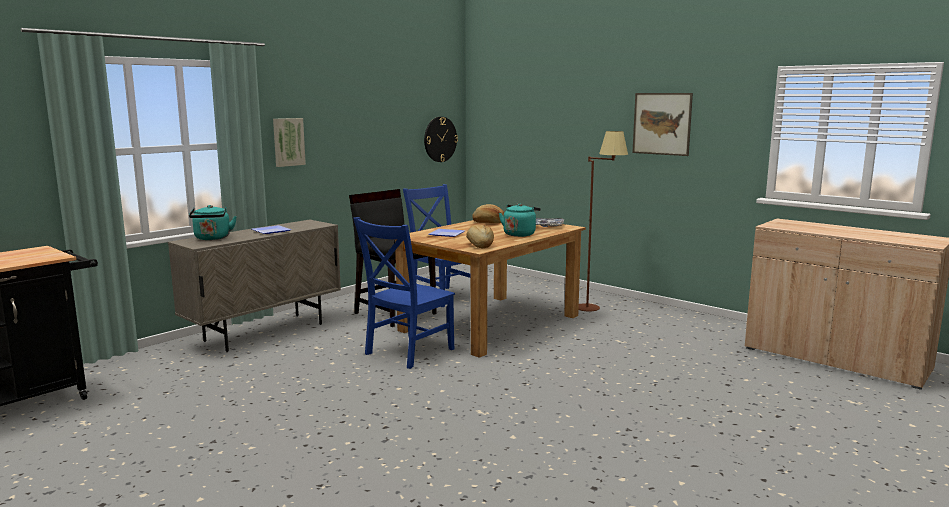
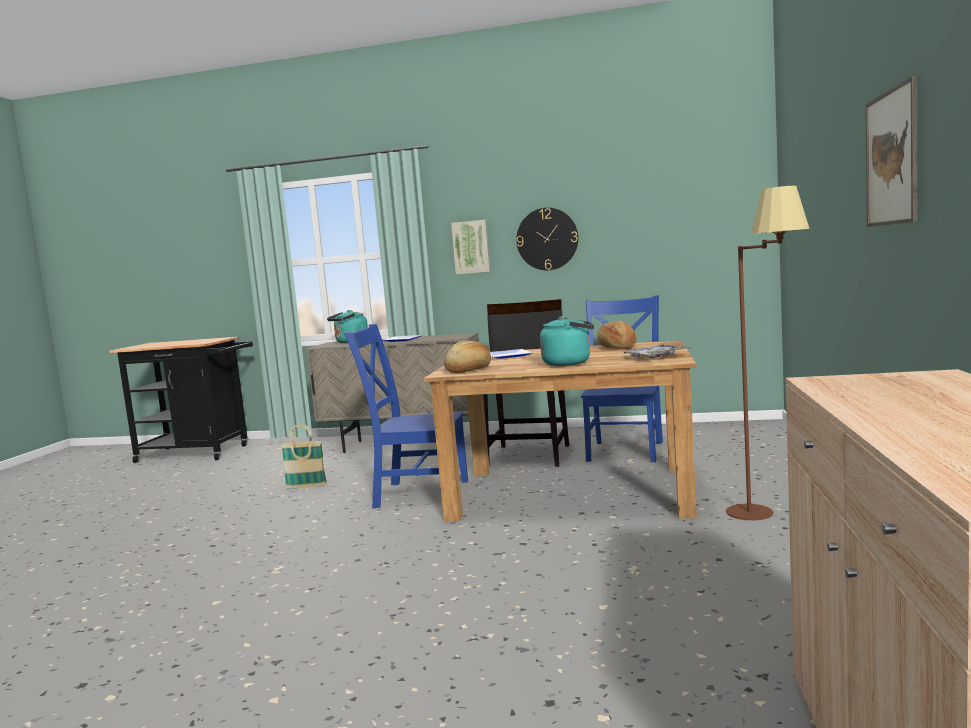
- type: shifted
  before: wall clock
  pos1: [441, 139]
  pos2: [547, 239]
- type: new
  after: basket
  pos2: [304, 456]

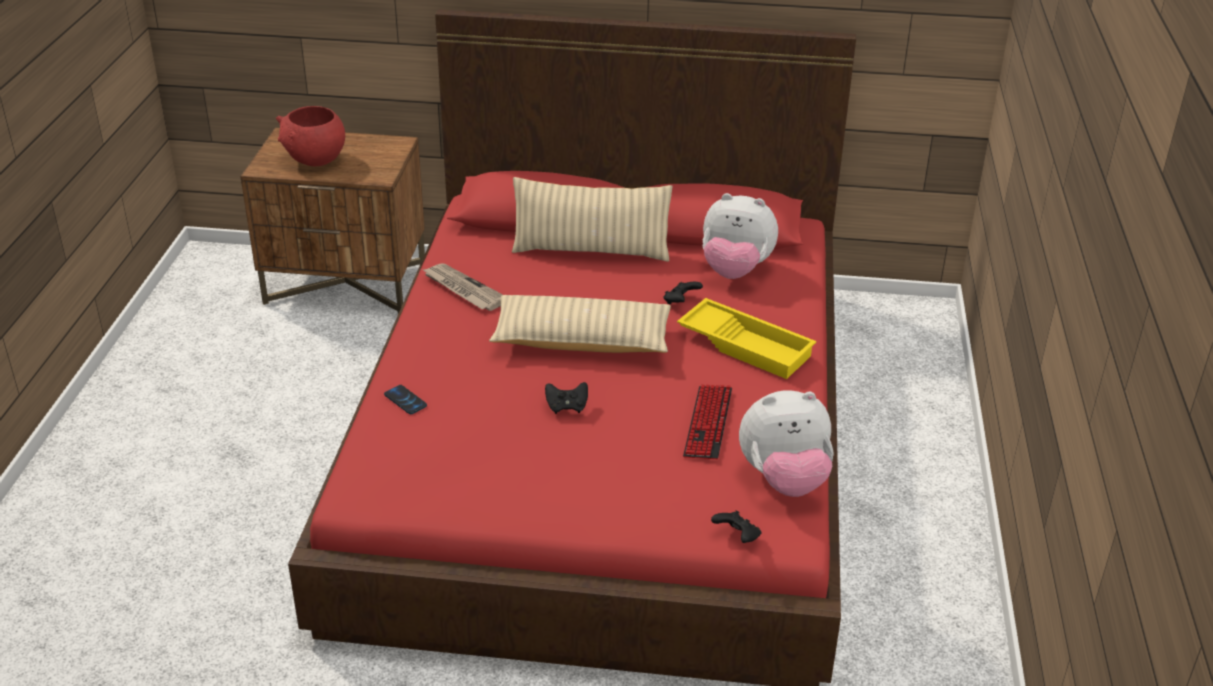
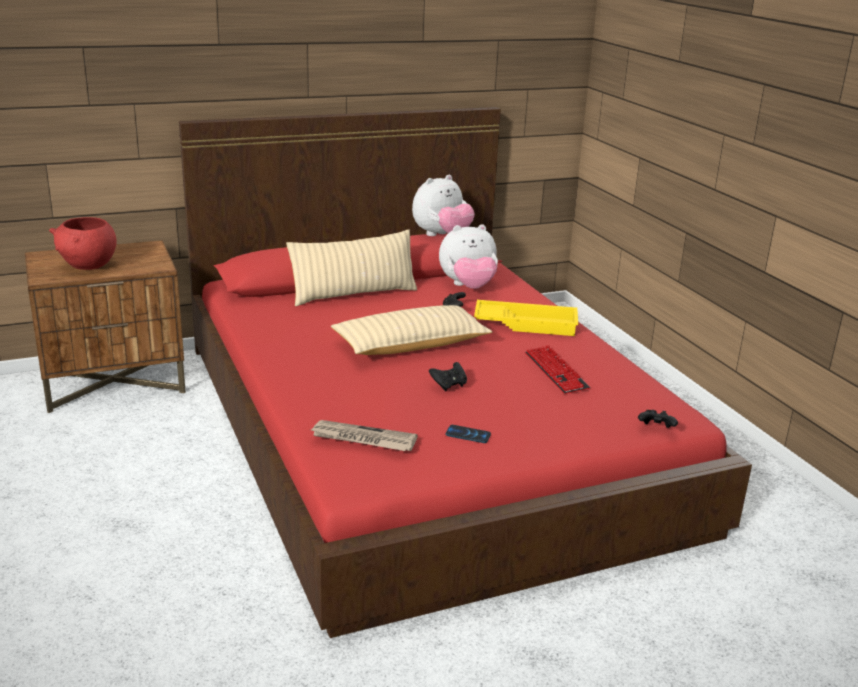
- type: shifted
  before: phone
  pos1: [405, 399]
  pos2: [468, 434]
- type: shifted
  before: newspaper
  pos1: [463, 287]
  pos2: [364, 435]
- type: shifted
  before: plush toy
  pos1: [786, 443]
  pos2: [443, 205]

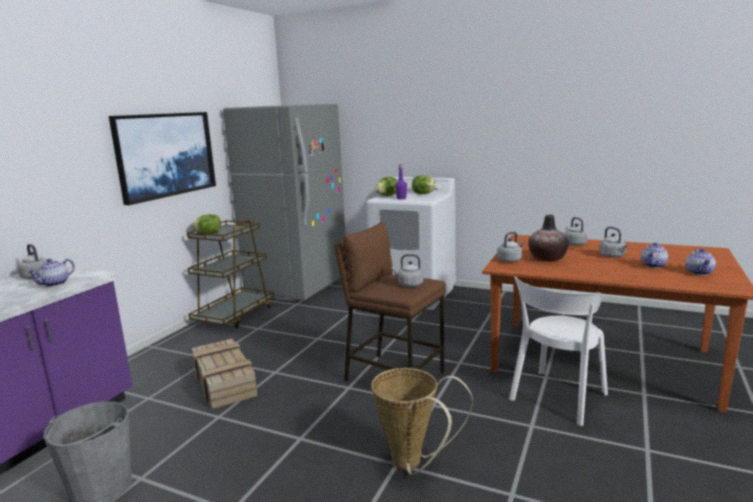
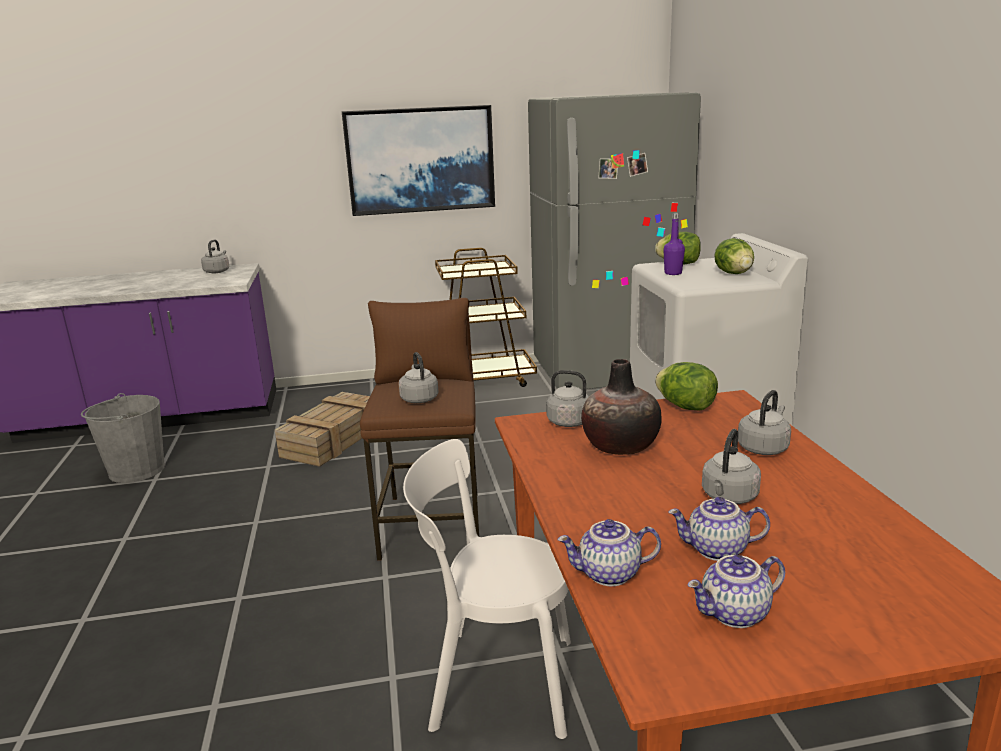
- type: shifted
  before: teapot
  pos1: [51, 273]
  pos2: [609, 552]
- type: shifted
  before: lettuce
  pos1: [207, 224]
  pos2: [686, 386]
- type: gone
  before: basket
  pos1: [422, 421]

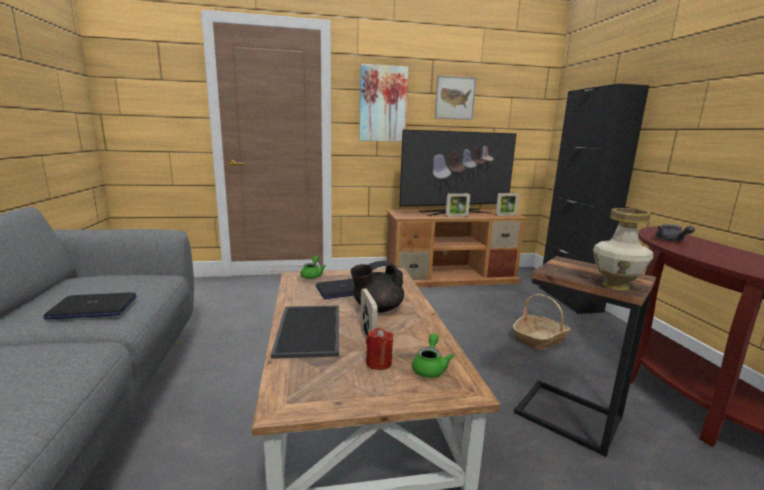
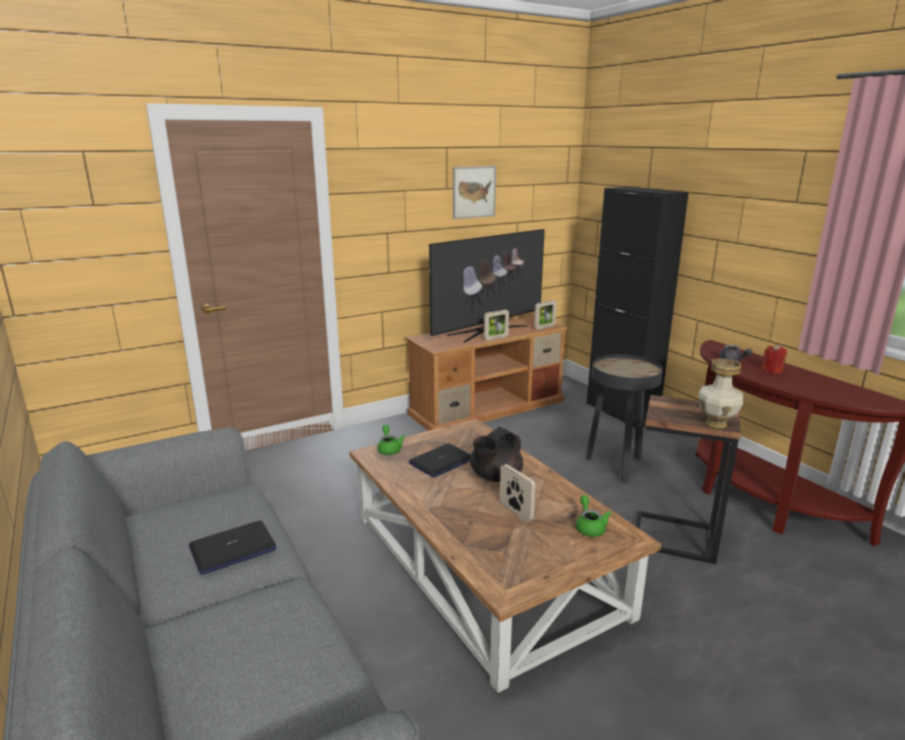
- type: gone
  before: tray
  pos1: [305, 332]
- type: gone
  before: picture
  pos1: [383, 103]
- type: shifted
  before: red candle
  pos1: [379, 349]
  pos2: [774, 359]
- type: swapped
  before: basket
  after: black side table
  pos1: [542, 322]
  pos2: [624, 418]

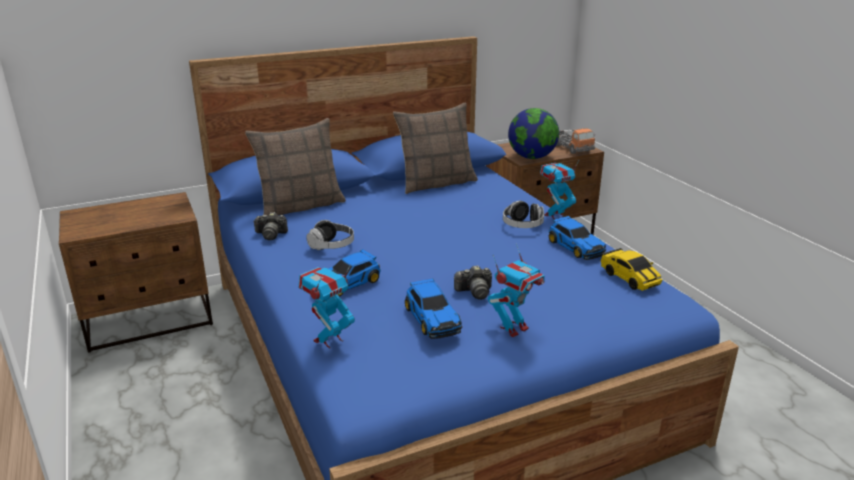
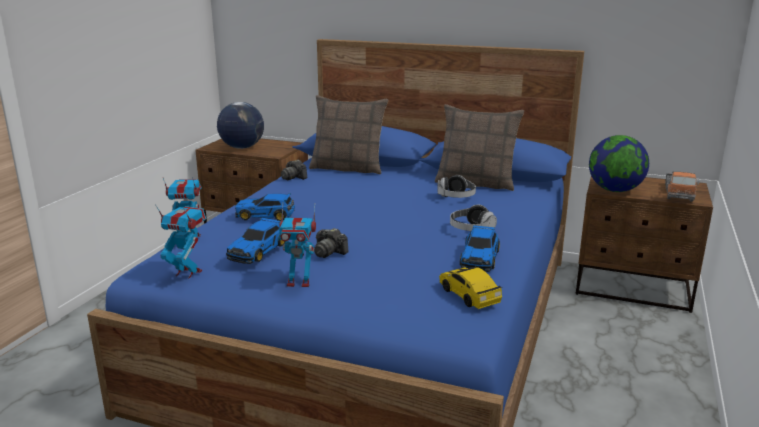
- type: shifted
  before: headphones
  pos1: [330, 235]
  pos2: [457, 186]
- type: shifted
  before: toy robot
  pos1: [559, 190]
  pos2: [180, 241]
- type: rotated
  before: toy car
  pos1: [631, 269]
  pos2: [470, 288]
  turn: 135
- type: new
  after: globe
  pos2: [240, 125]

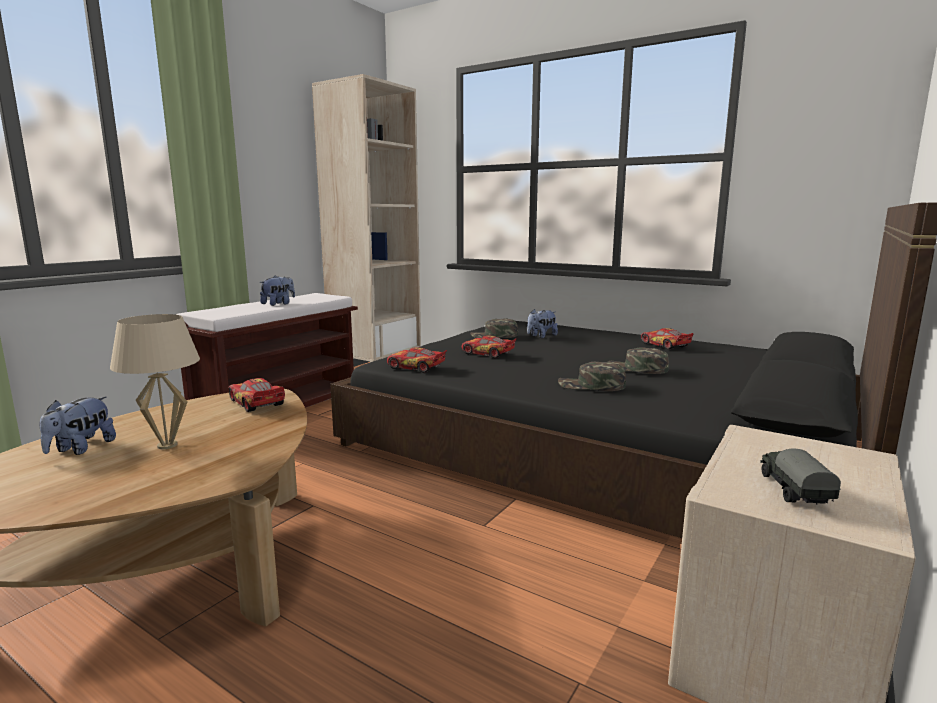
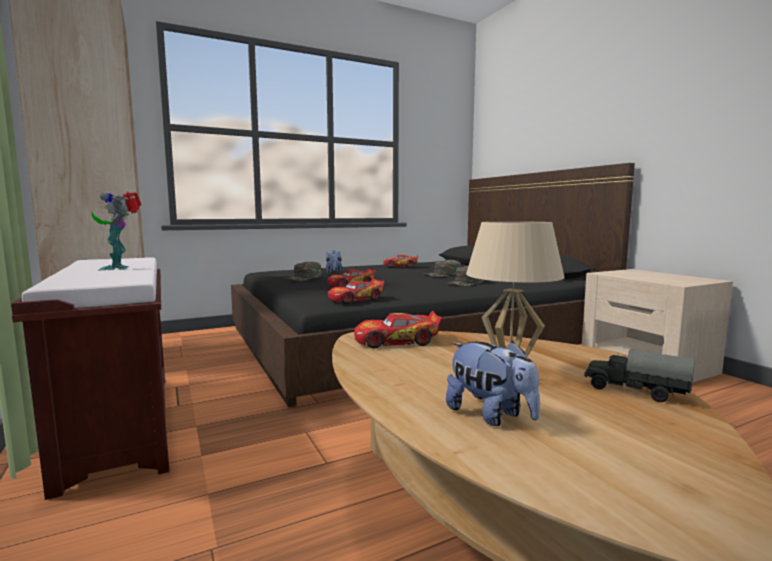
- type: swapped
  before: plush toy
  after: toy robot
  pos1: [277, 291]
  pos2: [116, 231]
- type: shifted
  before: toy truck
  pos1: [800, 477]
  pos2: [639, 375]

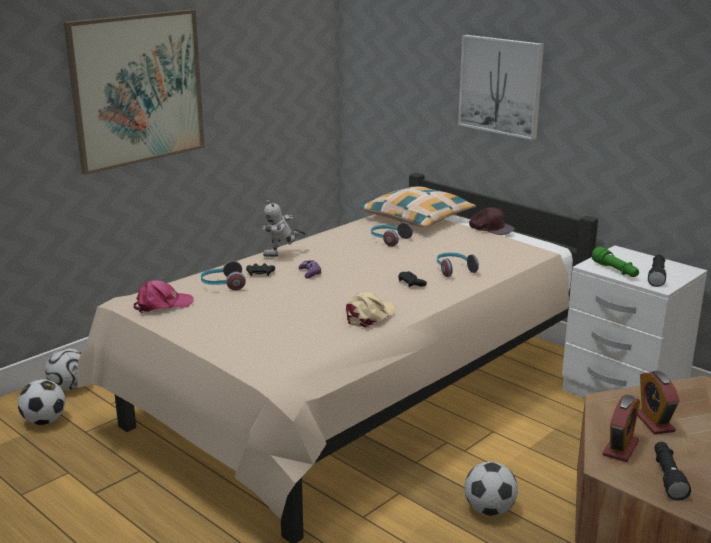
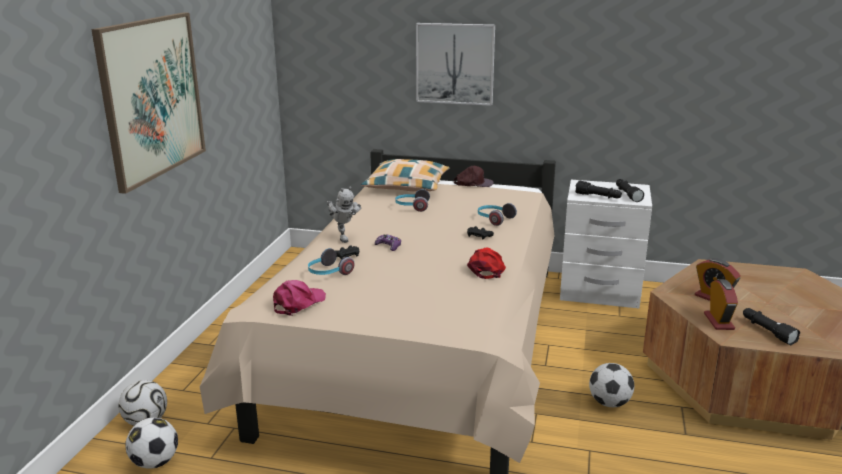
- type: rotated
  before: toy robot
  pos1: [283, 228]
  pos2: [344, 214]
  turn: -60
- type: repainted
  before: beige cap
  after: red cap
  pos1: [371, 309]
  pos2: [486, 263]
- type: repainted
  before: green flashlight
  after: black flashlight
  pos1: [615, 261]
  pos2: [598, 189]

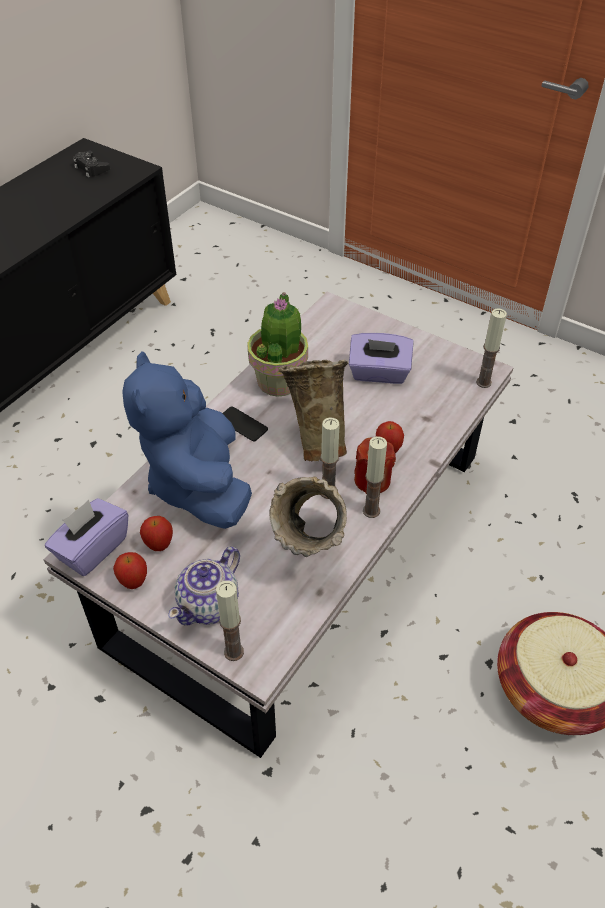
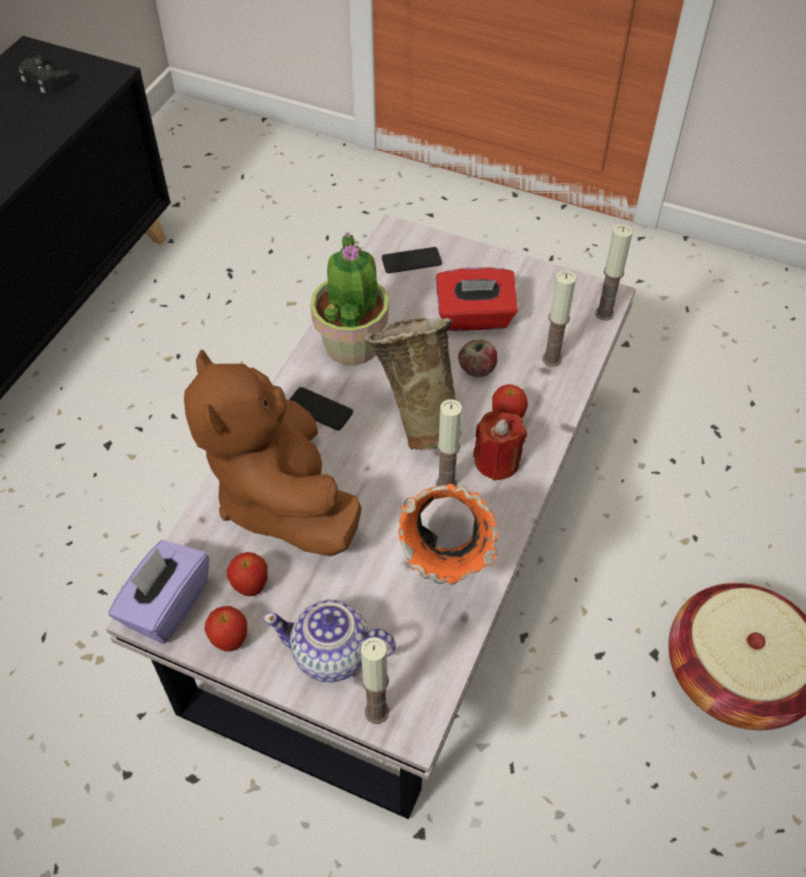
- type: repainted
  before: blue plush toy
  after: brown plush toy
  pos1: [187, 440]
  pos2: [273, 453]
- type: rotated
  before: teapot
  pos1: [204, 586]
  pos2: [329, 640]
  turn: 75
- type: repainted
  before: beige vase
  after: orange vase
  pos1: [308, 516]
  pos2: [448, 534]
- type: repainted
  before: purple tissue box
  after: red tissue box
  pos1: [381, 358]
  pos2: [476, 299]
- type: shifted
  before: candle
  pos1: [375, 477]
  pos2: [559, 319]
- type: new
  after: phone
  pos2: [412, 260]
- type: new
  after: apple
  pos2: [478, 358]

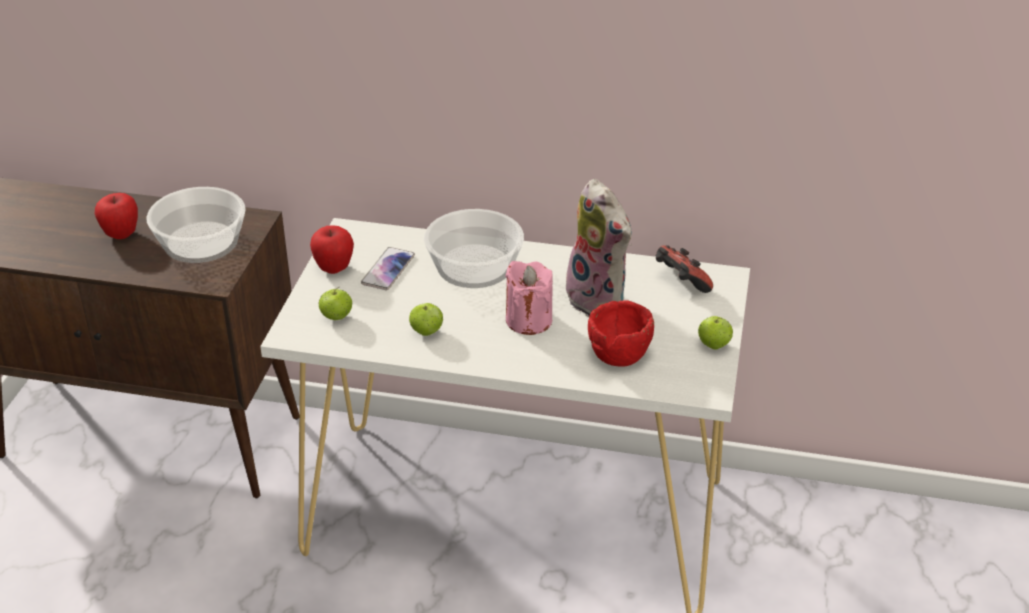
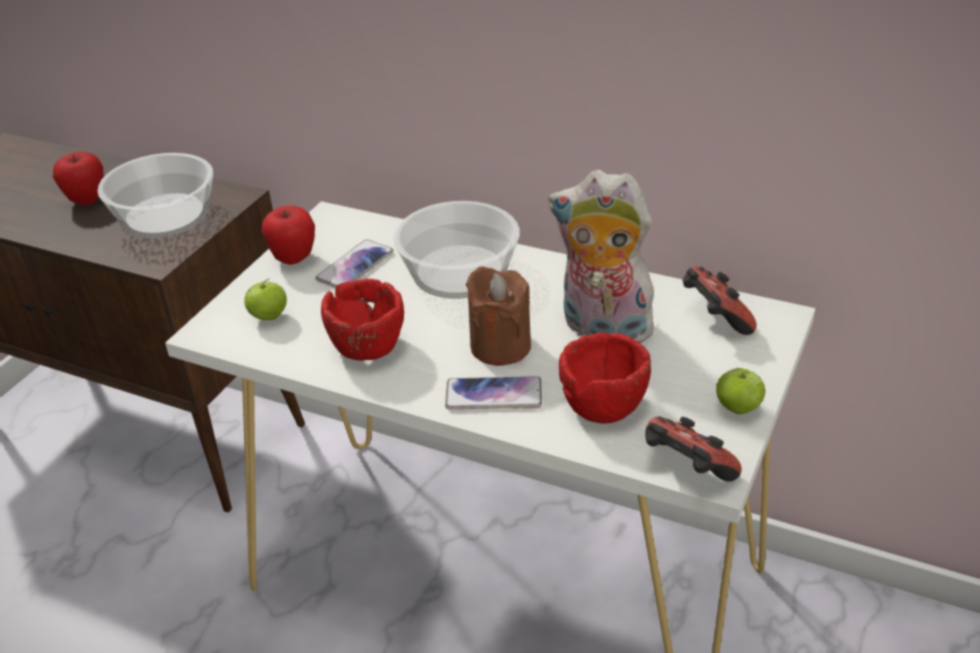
- type: swapped
  before: apple
  after: red bowl
  pos1: [426, 319]
  pos2: [362, 320]
- type: repainted
  before: pink candle
  after: brown candle
  pos1: [529, 298]
  pos2: [498, 316]
- type: rotated
  before: plush toy
  pos1: [598, 248]
  pos2: [606, 256]
  turn: 135
- type: new
  after: phone
  pos2: [493, 392]
- type: new
  after: game controller
  pos2: [694, 449]

